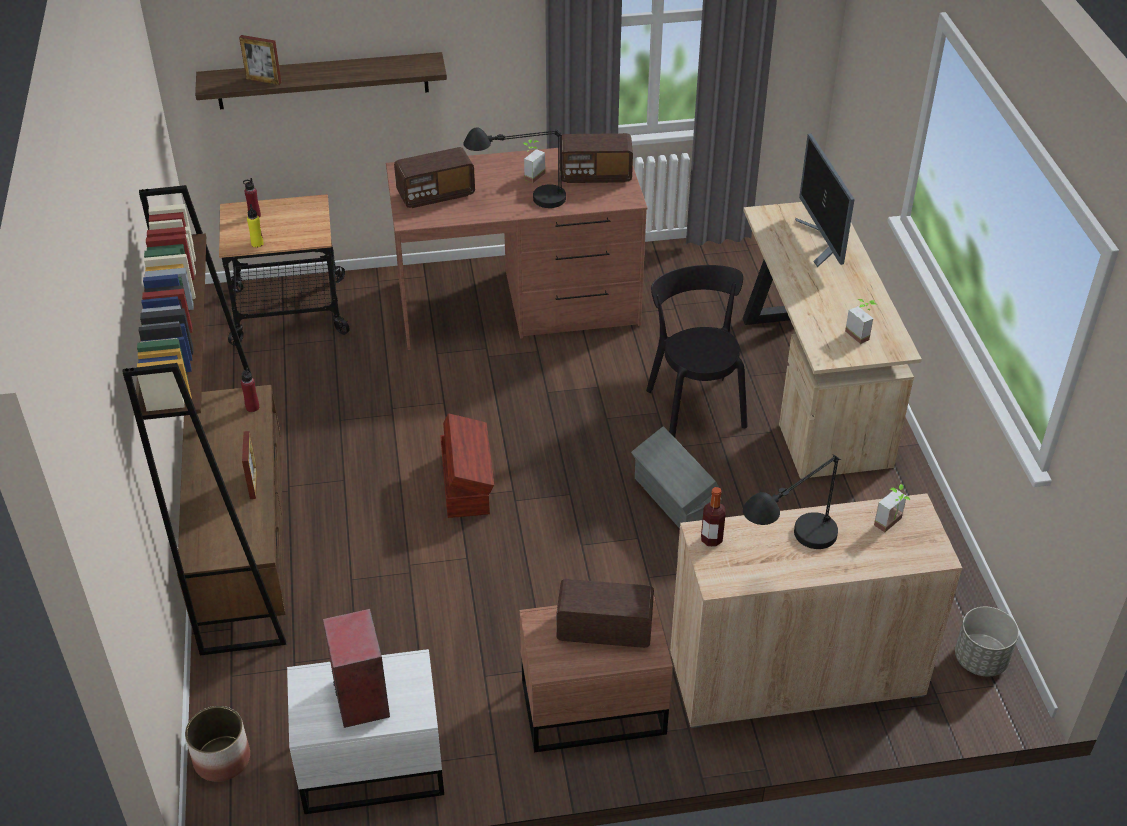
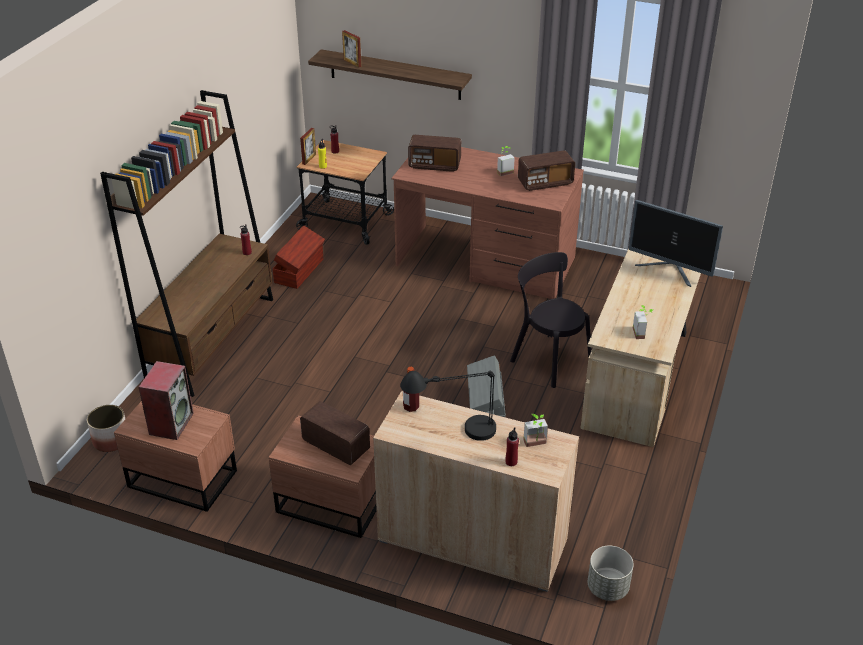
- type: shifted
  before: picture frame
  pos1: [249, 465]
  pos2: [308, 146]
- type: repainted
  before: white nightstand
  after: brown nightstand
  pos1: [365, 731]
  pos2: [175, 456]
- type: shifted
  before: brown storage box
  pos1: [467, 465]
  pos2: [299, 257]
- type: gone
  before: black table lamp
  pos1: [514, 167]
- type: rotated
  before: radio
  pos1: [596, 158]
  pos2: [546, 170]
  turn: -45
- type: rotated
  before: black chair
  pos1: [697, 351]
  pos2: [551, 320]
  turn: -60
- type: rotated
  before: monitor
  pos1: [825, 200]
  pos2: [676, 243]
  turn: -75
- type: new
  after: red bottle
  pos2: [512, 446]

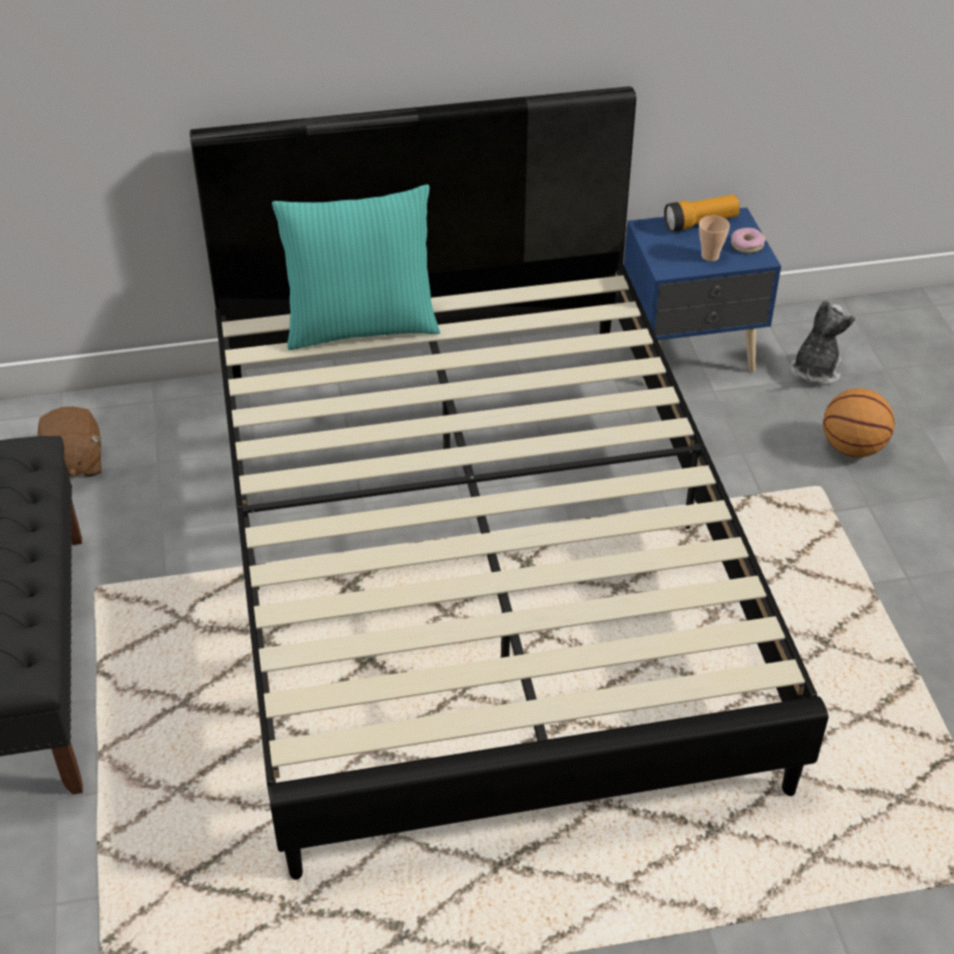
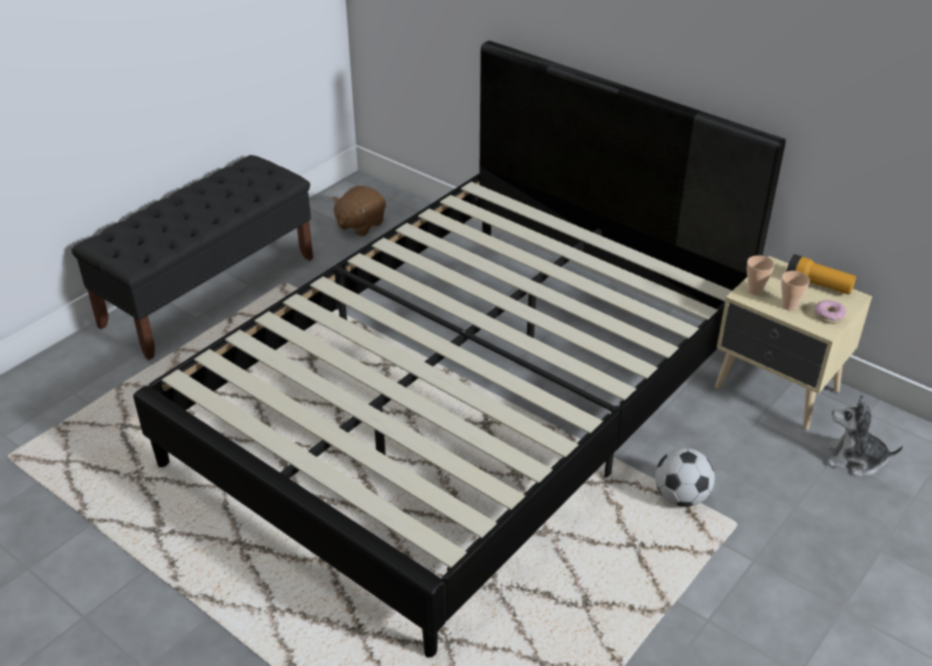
- type: gone
  before: turquoise pillow
  pos1: [356, 267]
- type: repainted
  before: blue nightstand
  after: beige nightstand
  pos1: [702, 296]
  pos2: [793, 343]
- type: rotated
  before: plush toy
  pos1: [822, 342]
  pos2: [865, 435]
  turn: -150
- type: gone
  before: basketball
  pos1: [859, 423]
- type: new
  after: football
  pos2: [685, 477]
- type: new
  after: cup
  pos2: [760, 275]

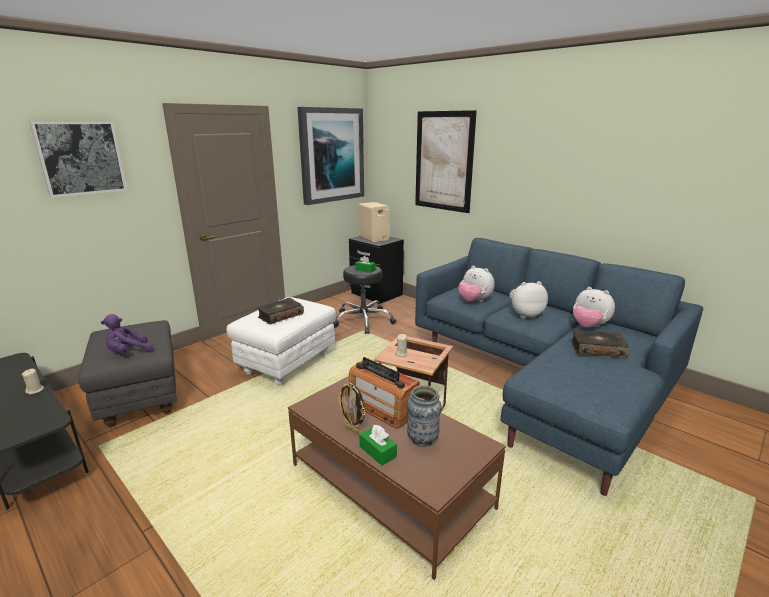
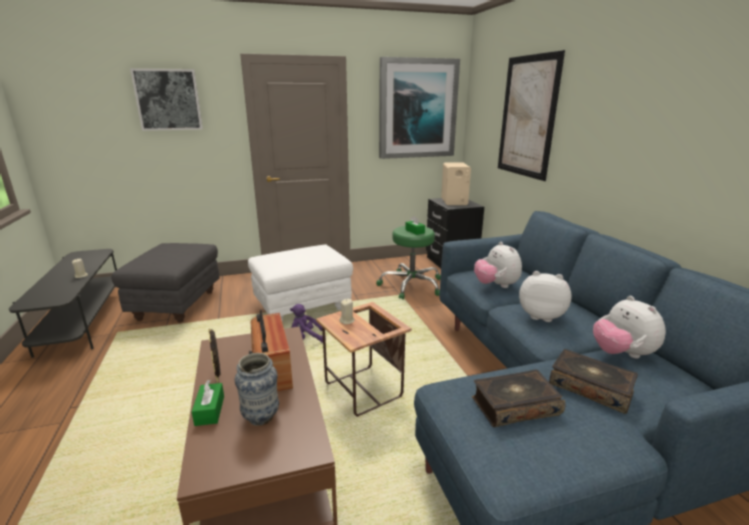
- type: shifted
  before: purple plush toy
  pos1: [126, 334]
  pos2: [308, 323]
- type: shifted
  before: book
  pos1: [280, 311]
  pos2: [519, 398]
- type: repainted
  before: black stool
  after: green stool
  pos1: [364, 299]
  pos2: [408, 262]

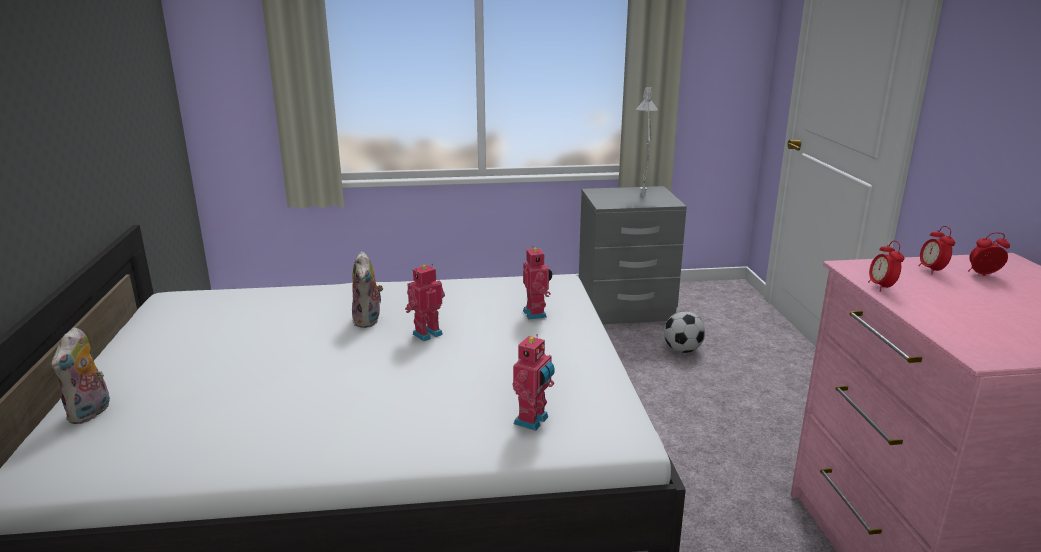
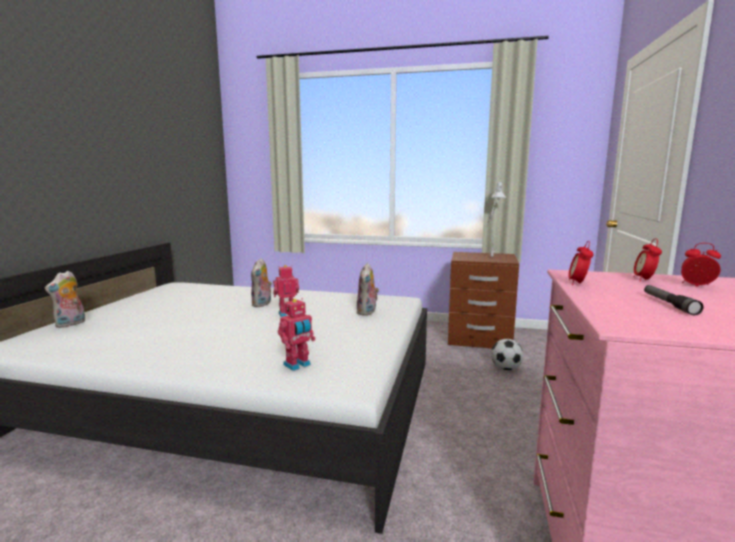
- type: swapped
  before: toy robot
  after: plush toy
  pos1: [537, 283]
  pos2: [368, 289]
- type: repainted
  before: grey nightstand
  after: brown nightstand
  pos1: [633, 255]
  pos2: [483, 300]
- type: new
  after: flashlight
  pos2: [674, 300]

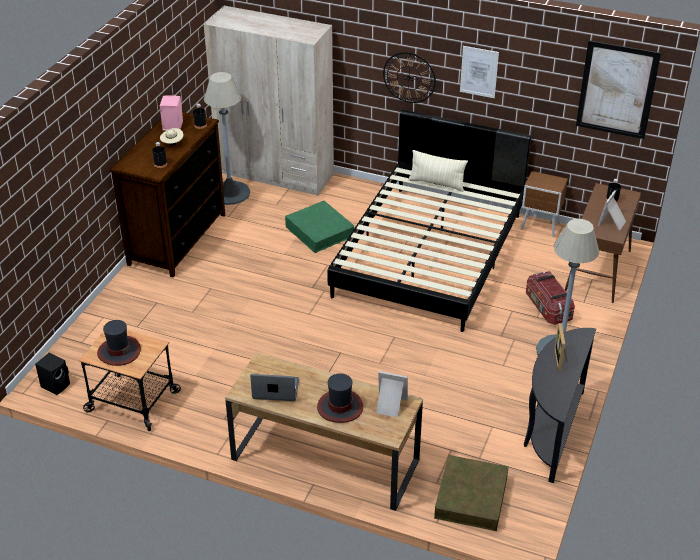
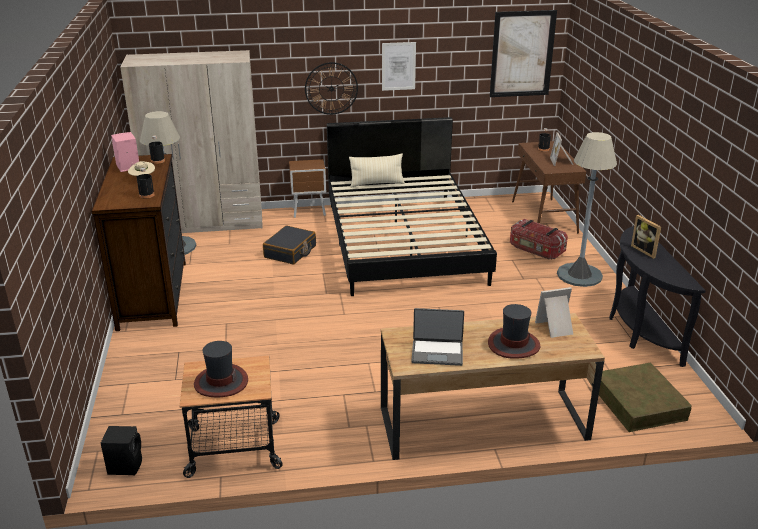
- type: rotated
  before: laptop
  pos1: [274, 387]
  pos2: [437, 337]
  turn: -150
- type: swapped
  before: green storage box
  after: black suitcase
  pos1: [319, 227]
  pos2: [289, 245]
- type: shifted
  before: brown nightstand
  pos1: [544, 204]
  pos2: [307, 188]

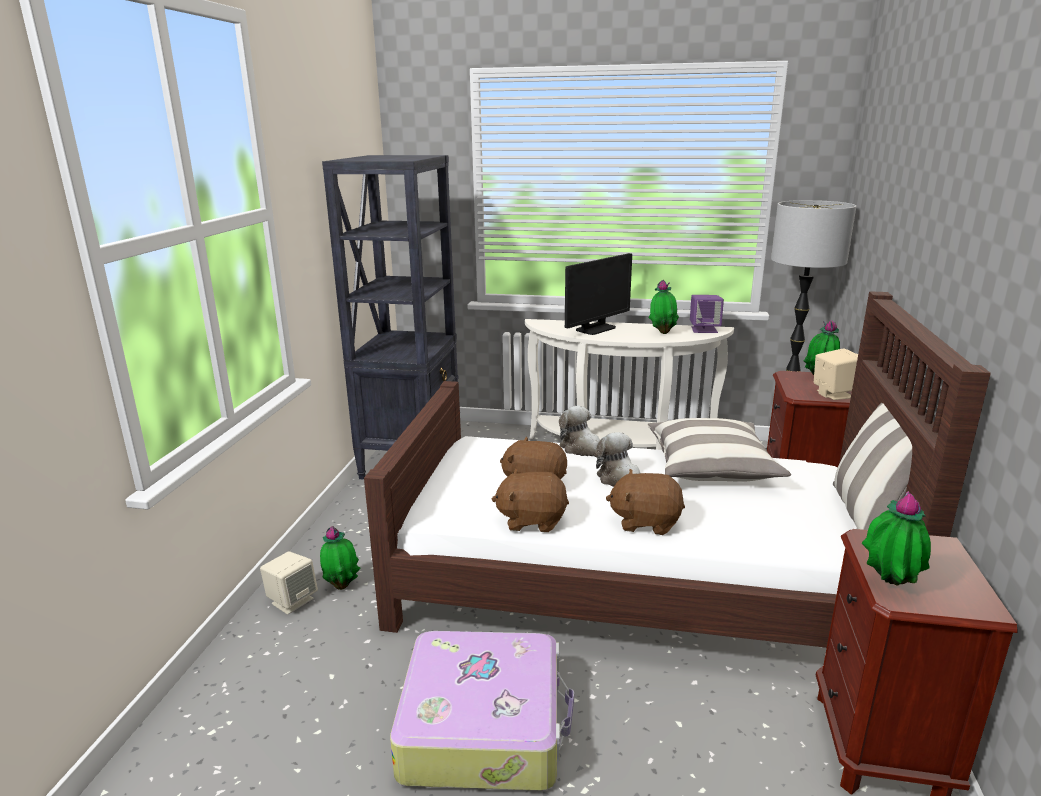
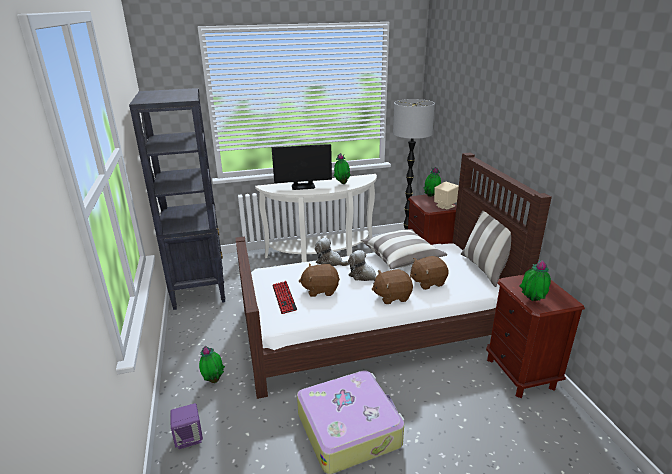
- type: gone
  before: beige speaker
  pos1: [289, 583]
- type: shifted
  before: brown plush toy
  pos1: [530, 500]
  pos2: [429, 273]
- type: rotated
  before: monitor
  pos1: [598, 294]
  pos2: [302, 167]
  turn: 60
- type: shifted
  before: purple speaker
  pos1: [707, 314]
  pos2: [187, 426]
- type: new
  after: keyboard
  pos2: [284, 297]

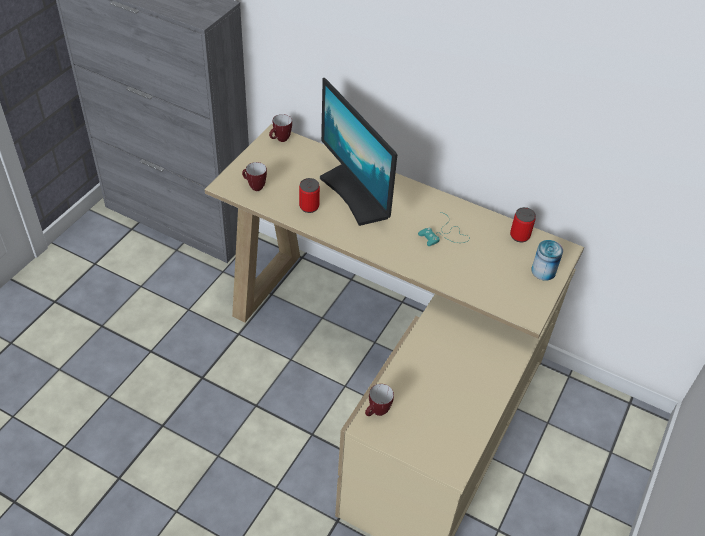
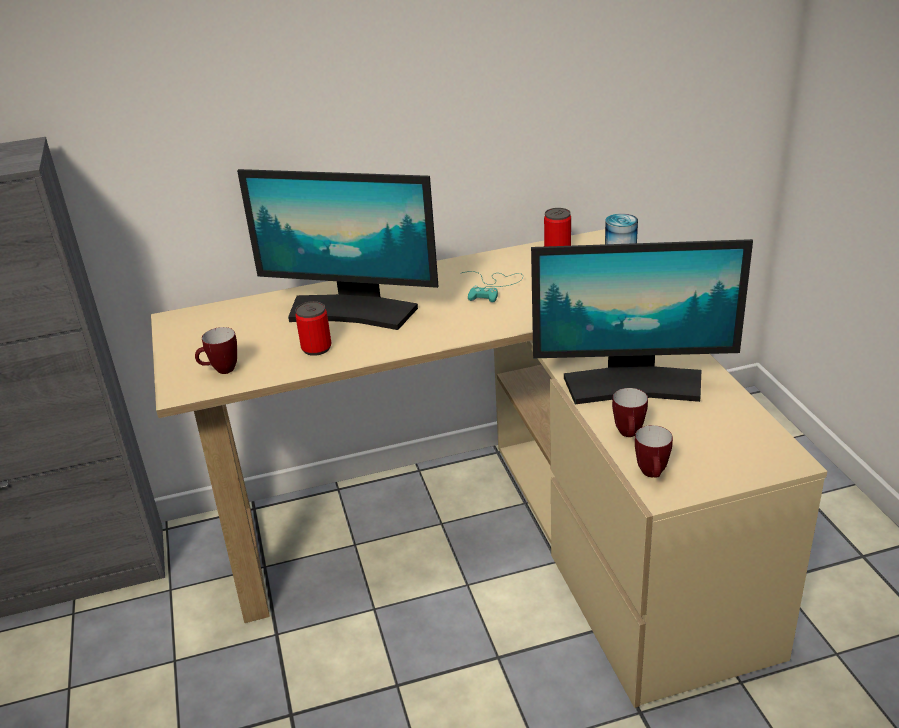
- type: shifted
  before: mug
  pos1: [280, 128]
  pos2: [630, 412]
- type: new
  after: monitor
  pos2: [642, 321]

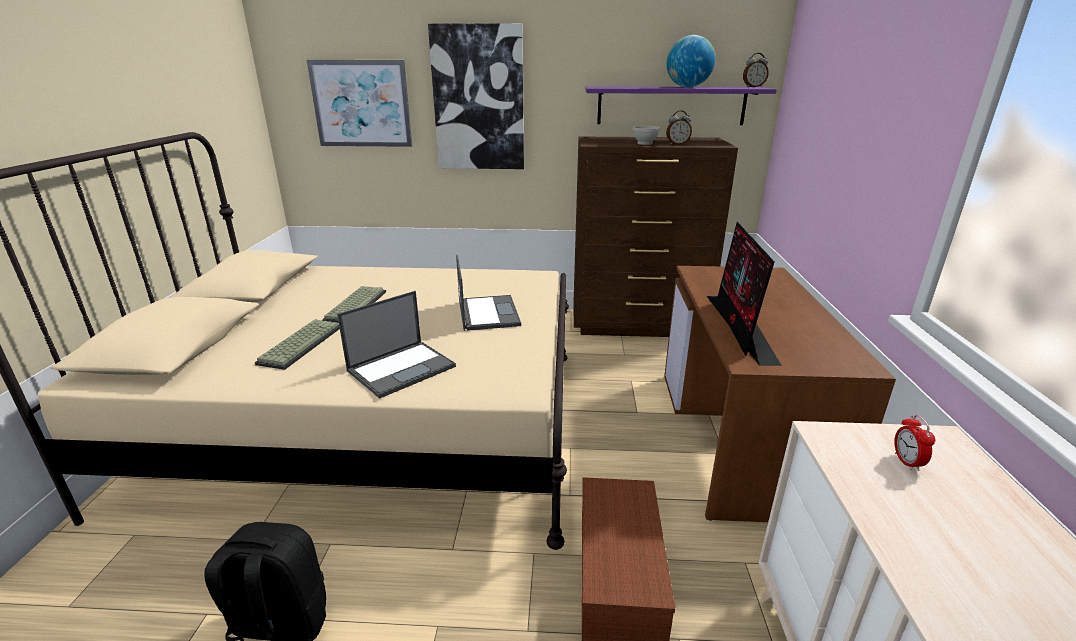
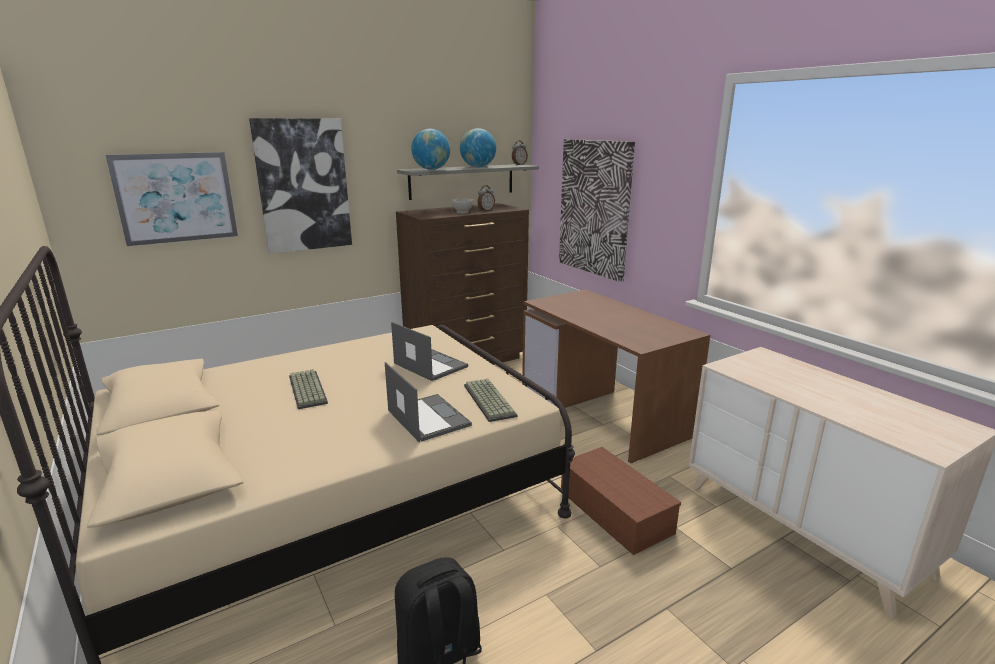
- type: shifted
  before: keyboard
  pos1: [297, 345]
  pos2: [490, 400]
- type: rotated
  before: laptop
  pos1: [396, 345]
  pos2: [428, 402]
  turn: -45
- type: repainted
  before: purple shelf
  after: grey shelf
  pos1: [681, 105]
  pos2: [468, 182]
- type: gone
  before: monitor
  pos1: [744, 294]
- type: gone
  before: alarm clock
  pos1: [914, 443]
- type: new
  after: globe
  pos2: [430, 149]
- type: new
  after: picture
  pos2: [597, 210]

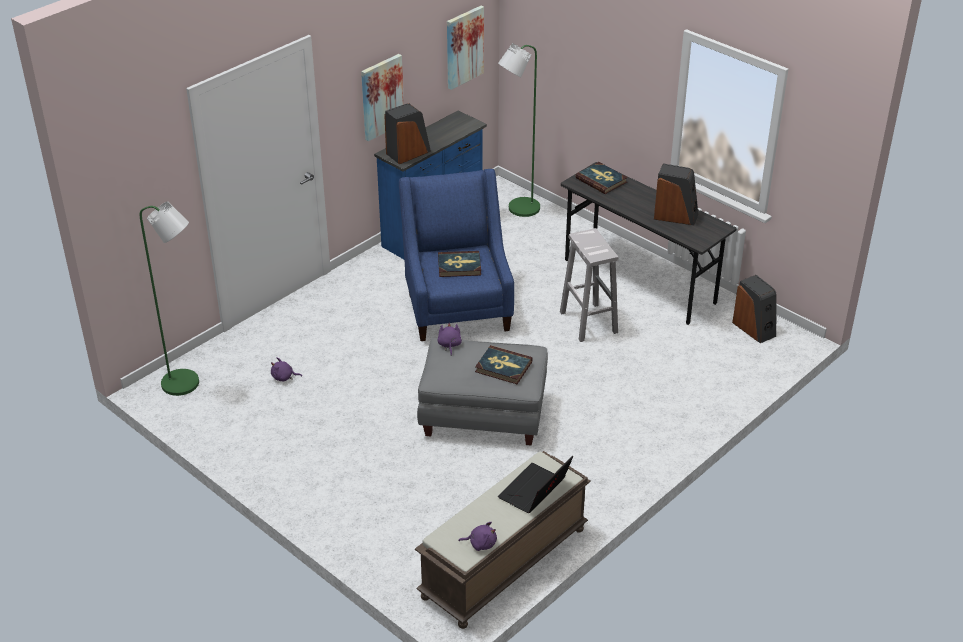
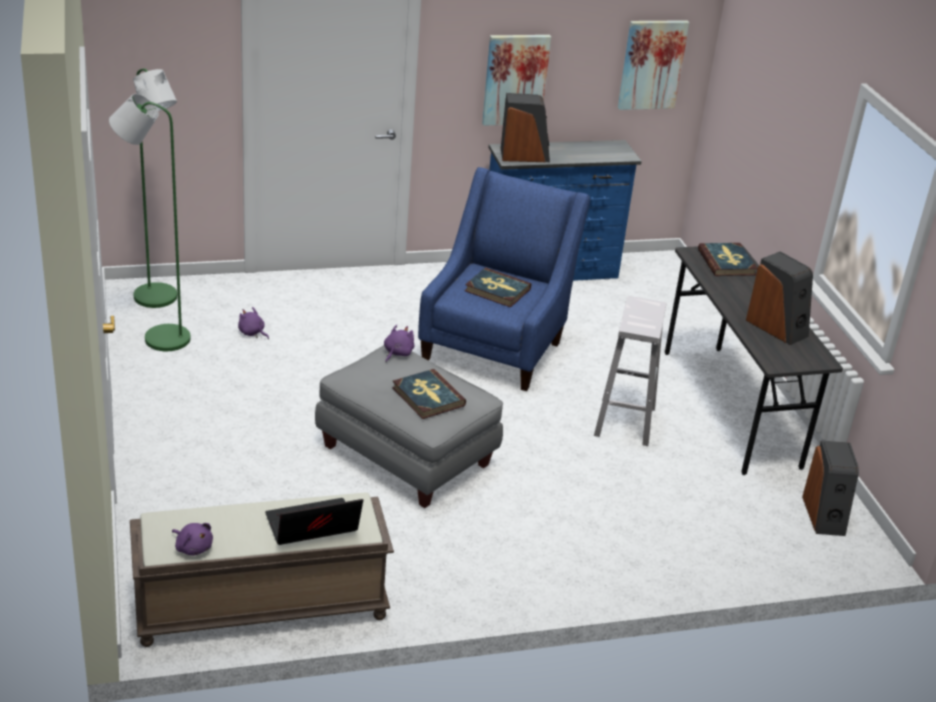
- type: shifted
  before: green floor lamp
  pos1: [519, 130]
  pos2: [150, 222]

